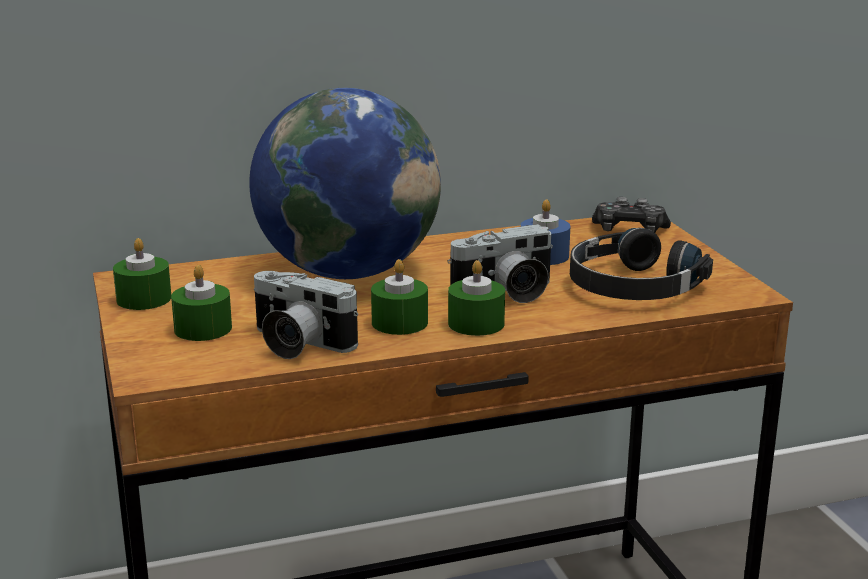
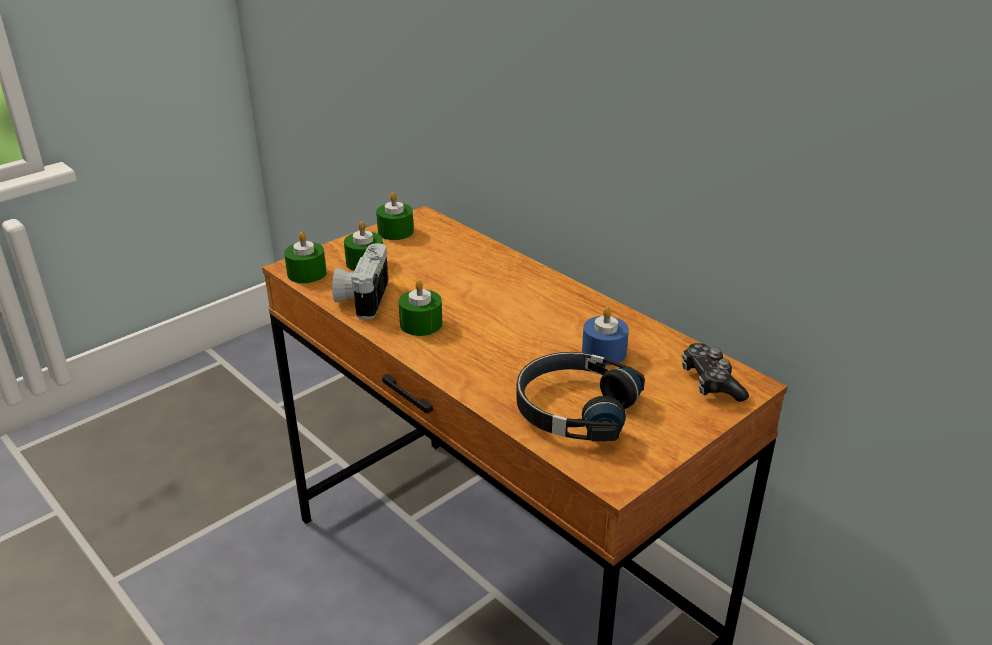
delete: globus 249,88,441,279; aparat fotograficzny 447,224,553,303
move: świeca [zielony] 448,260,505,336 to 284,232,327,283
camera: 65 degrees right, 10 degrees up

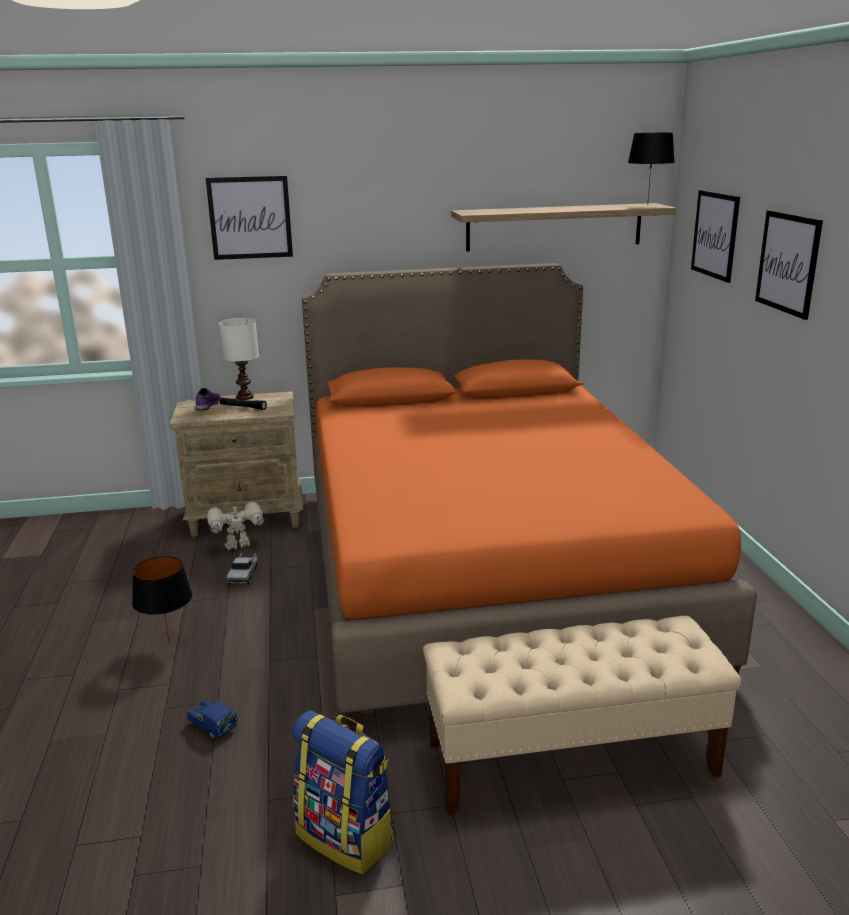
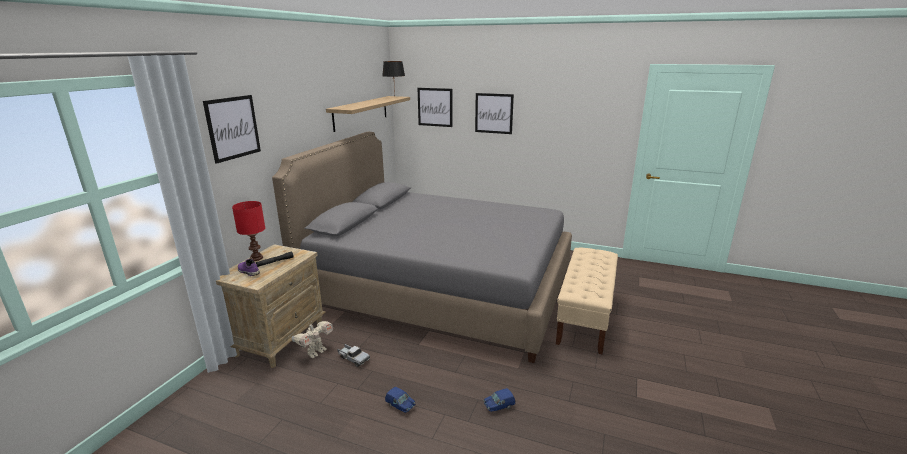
delete: plecak 293,710,394,874
replace: lampa stołowa [czarny] 132,556,192,644 to samochodzik [niebieski] 385,387,415,413
recolor: lampa stołowa [biały] 219,318,259,400 to lampa stołowa [czerwony] 232,201,265,261; łóżko [pomarańczowy] 302,263,757,731 to łóżko [szary] 272,132,572,363
rotate: robot zabawkowy 207,501,265,550 = 292,321,333,358 150 degrees counterclockwise
camera: 60 degrees left, 0 degrees up

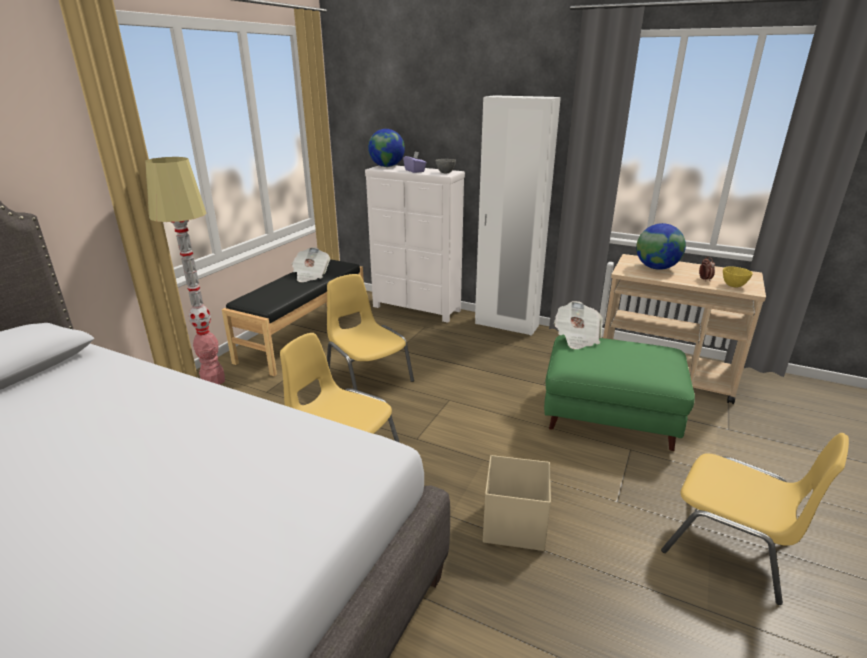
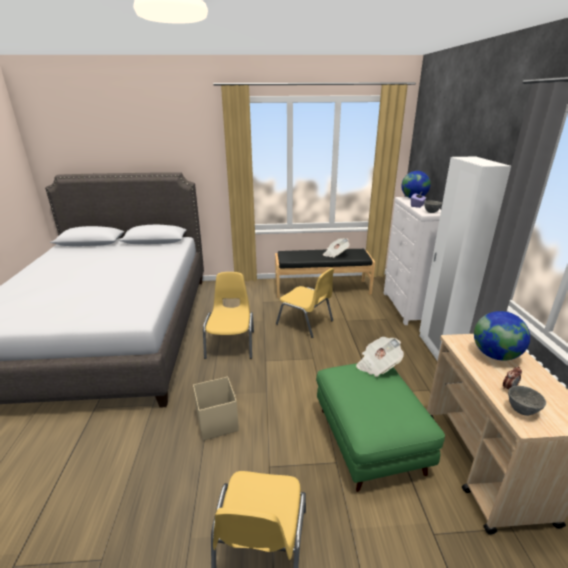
delete: lampa stojąca 145,157,225,385
recolor: miska [żółty] 723,266,753,288 to miska [szary] 508,386,546,416
rotate: krzesło [żółty] 327,274,414,390 = 276,268,334,338 105 degrees clockwise
camera: 60 degrees right, 0 degrees up

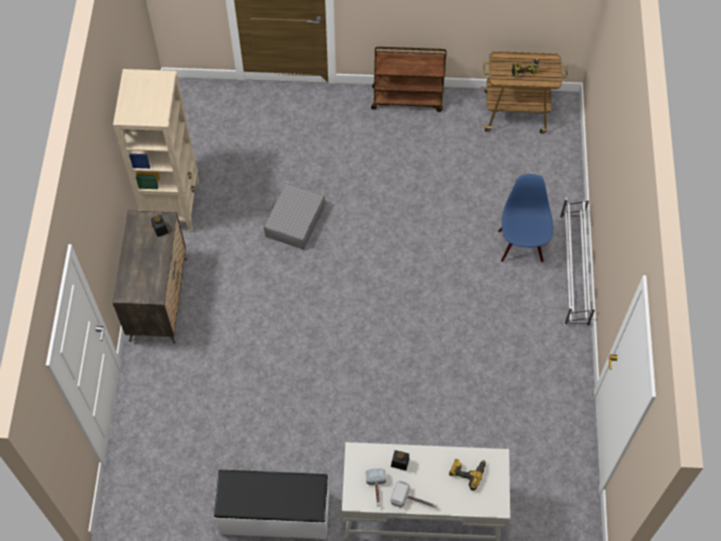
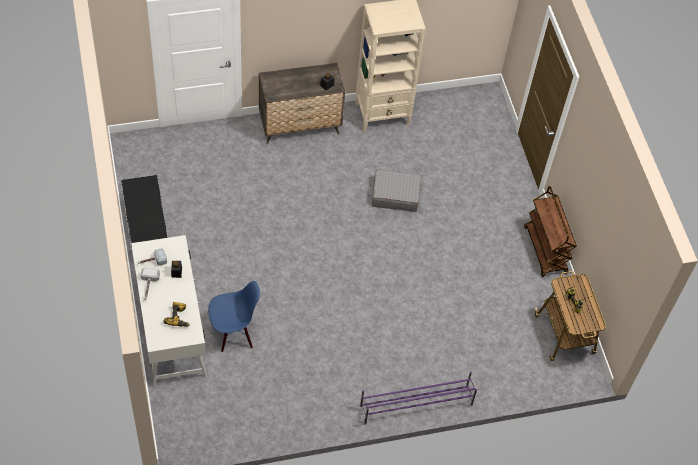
move: krzesło [niebieski] 498,174,553,263 to 208,281,260,352
recolor: regał na buty [biały] 560,198,595,327 to regał na buty [fioletowy] 360,371,477,425
camera: 70 degrees right, 5 degrees down

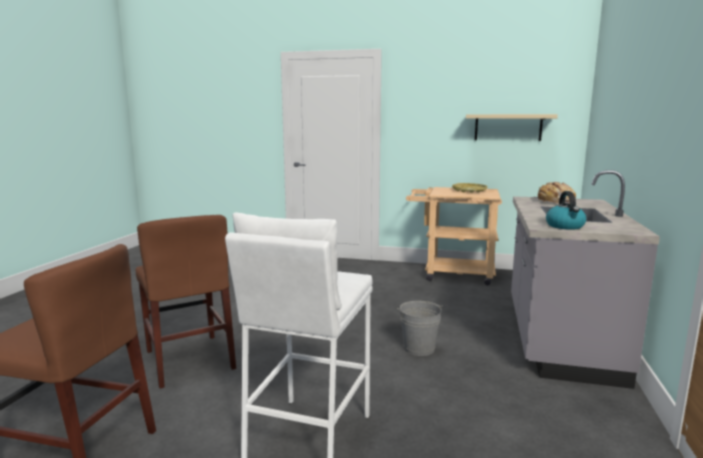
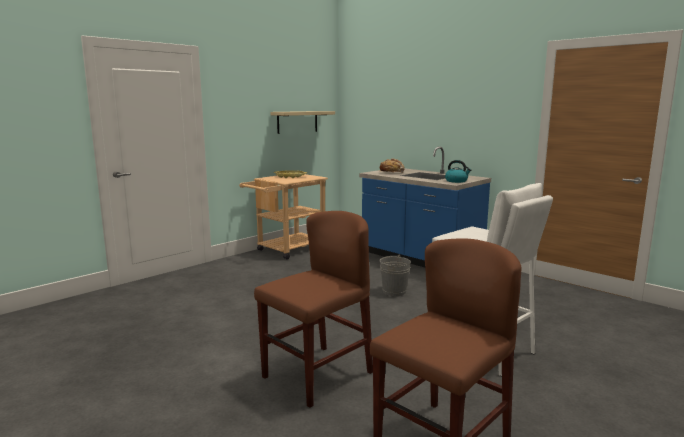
recolor: zabudowa kuchenna [szary] 511,170,660,389 to zabudowa kuchenna [niebieski] 359,146,491,267
rotate: krzesło [brązowy] 136,215,236,389 = 254,211,373,408 45 degrees counterclockwise
camera: 60 degrees left, 0 degrees up

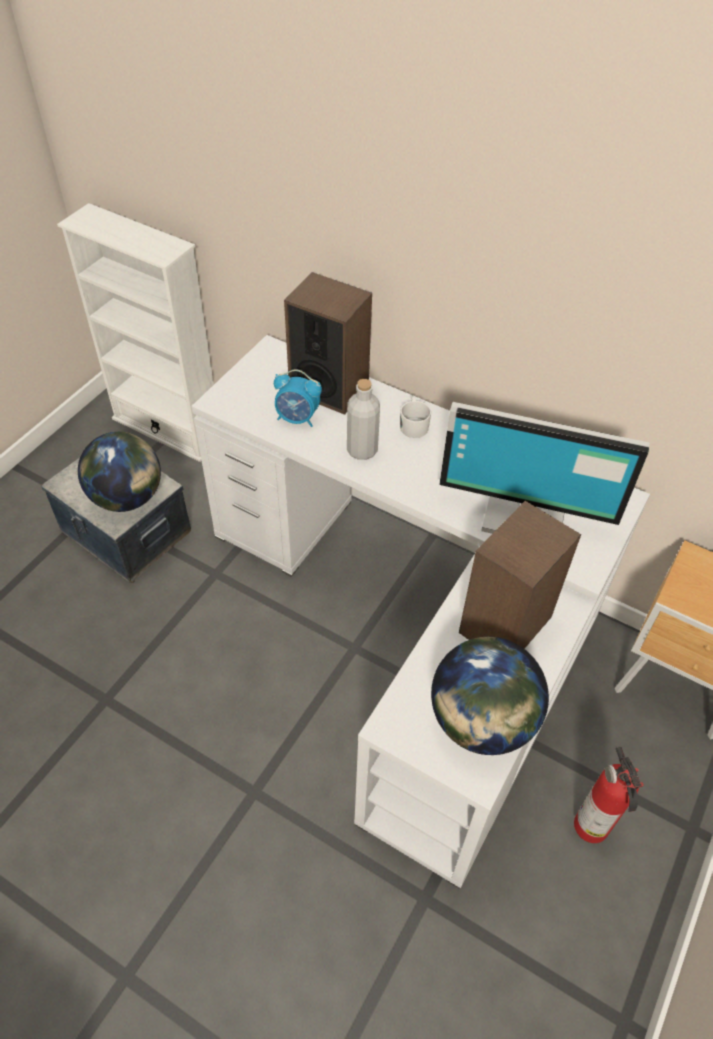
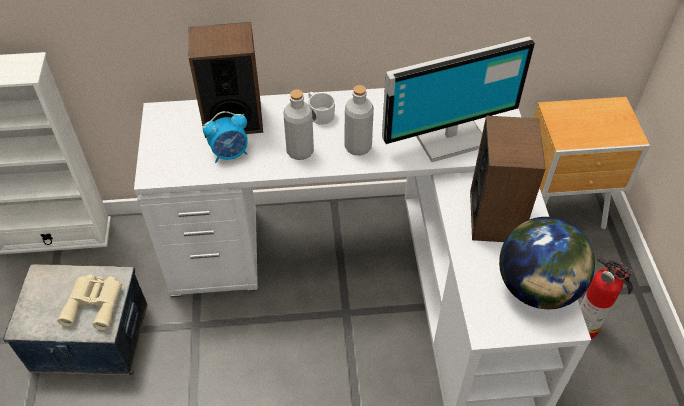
insert: butelka [szary] 345,85,374,156
replace: globus 78,432,161,512 to lornetka [beżowy] 57,274,122,330
camera: 35 degrees left, 0 degrees up

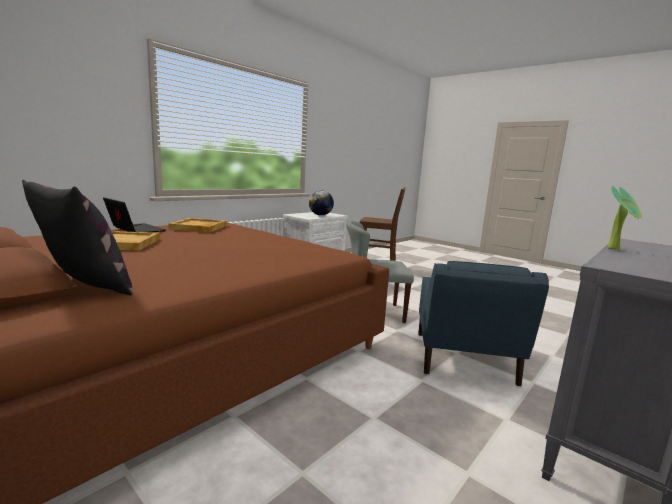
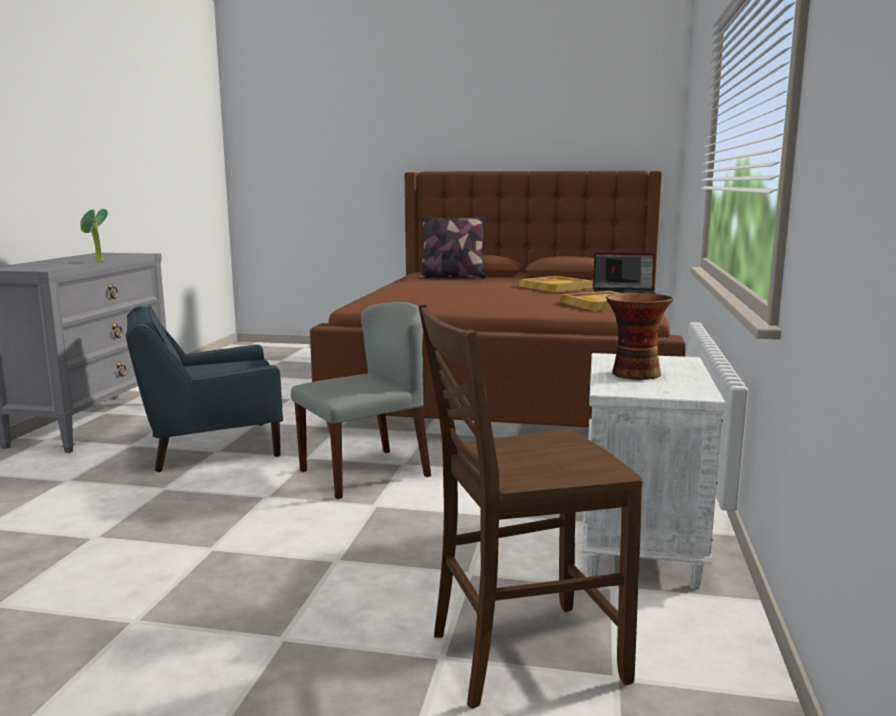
replace: globus 309,190,334,216 to wazon 606,293,673,380
rotate: fotel [niebieski] 418,261,549,387 = 125,306,283,472 90 degrees counterclockwise
camera: 150 degrees right, 0 degrees up

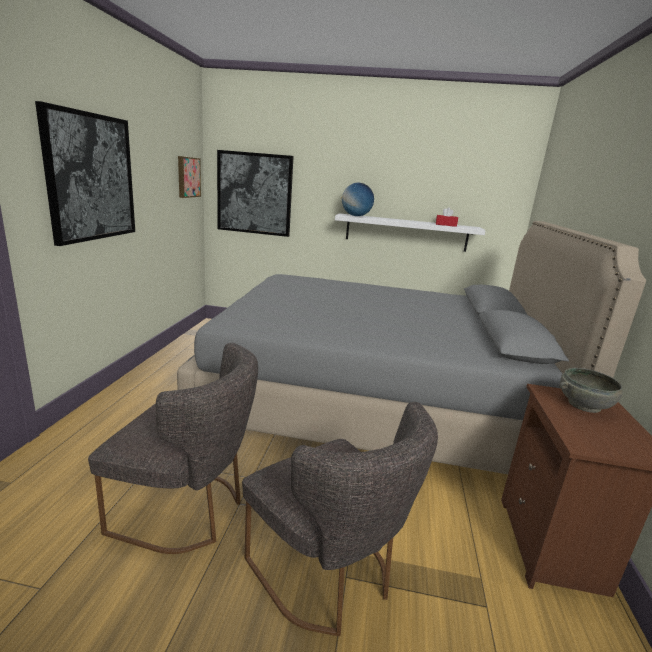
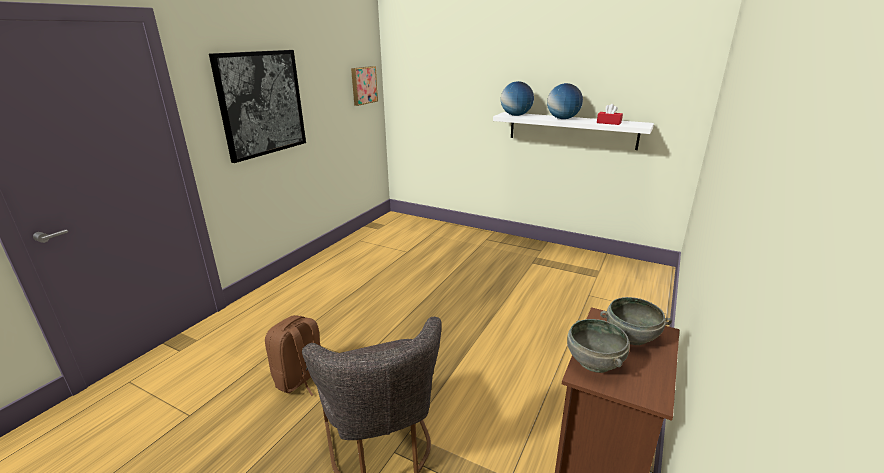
delete: łóżko [szary] 177,221,646,474; obraz 217,150,294,237
insert: globus 547,83,583,119; miska [szary] 567,319,630,373
replace: krzesło [szary] 88,343,258,554 to plecak [brązowy] 265,315,321,396
camera: 20 degrees right, 5 degrees up

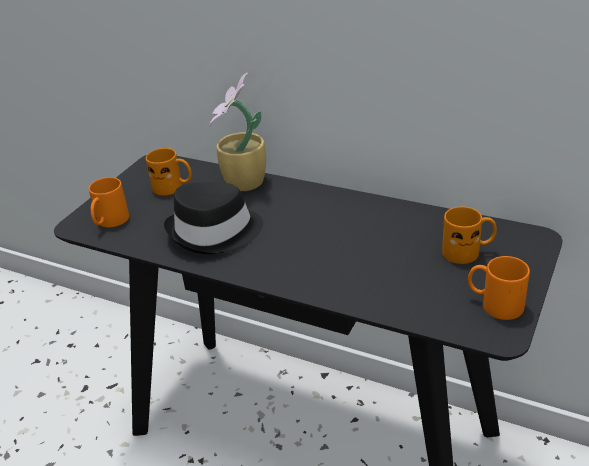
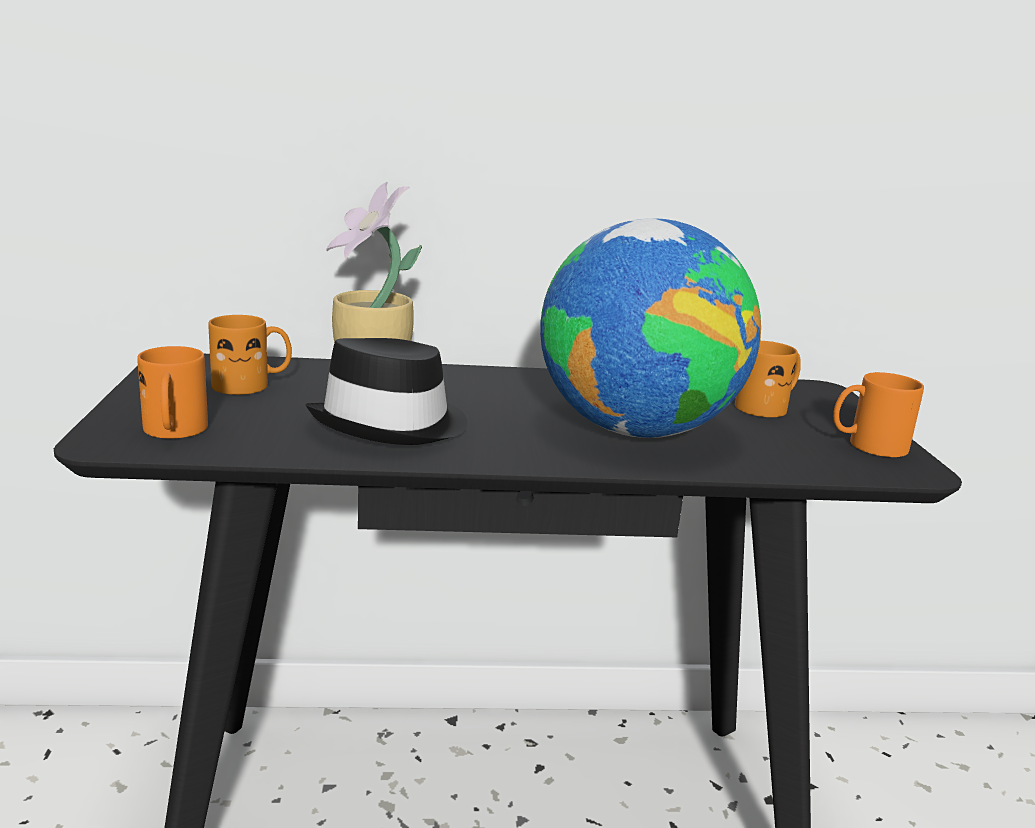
insert: globus 540,218,761,438
camera: 35 degrees left, 15 degrees down

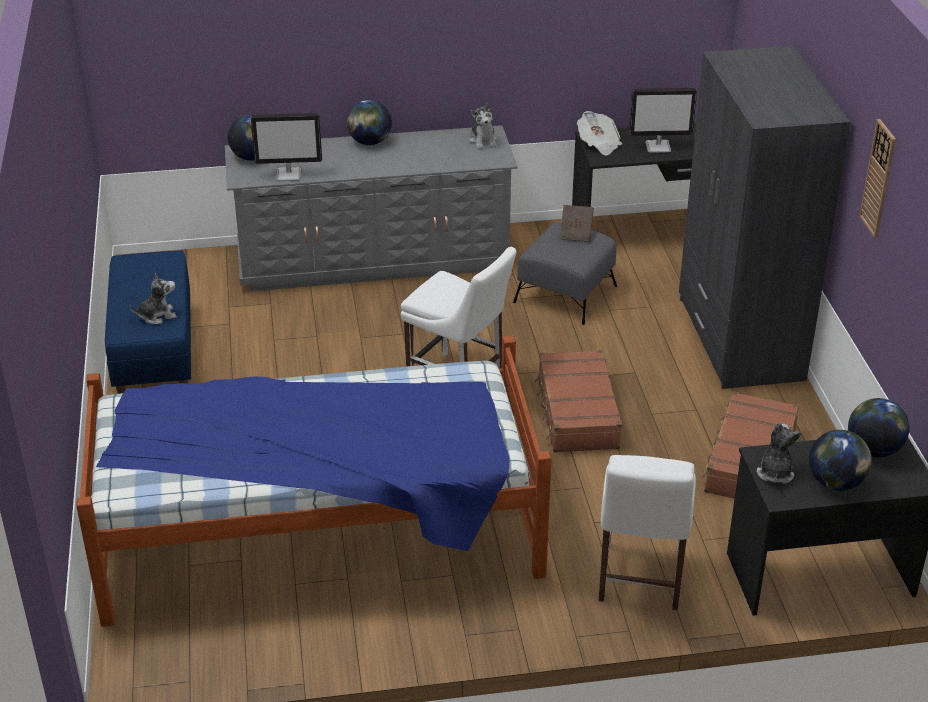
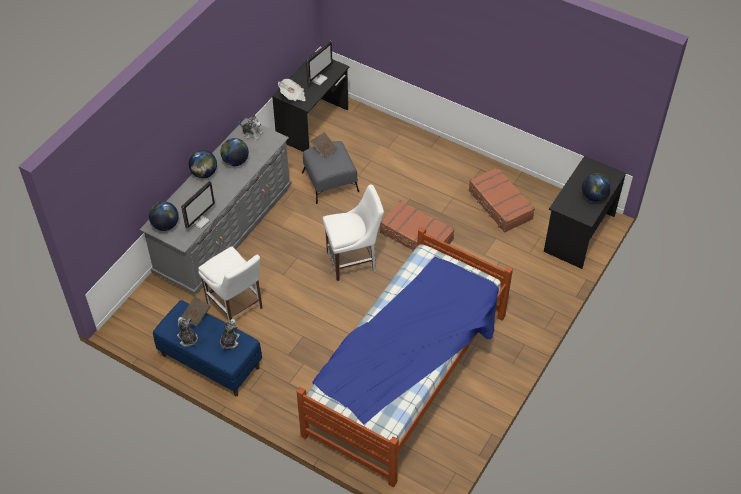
delete: szafa [szary] 679,46,851,389; zegar ścienny 859,119,896,238
insert: książka [brązowy] 181,296,211,327
move: krzesło [biały] 598,455,696,610 to 198,246,263,321; pluszak 757,423,802,484 to 177,317,198,347; globus 848,398,909,457 to 220,138,249,166
camera: 50 degrees left, 15 degrees up

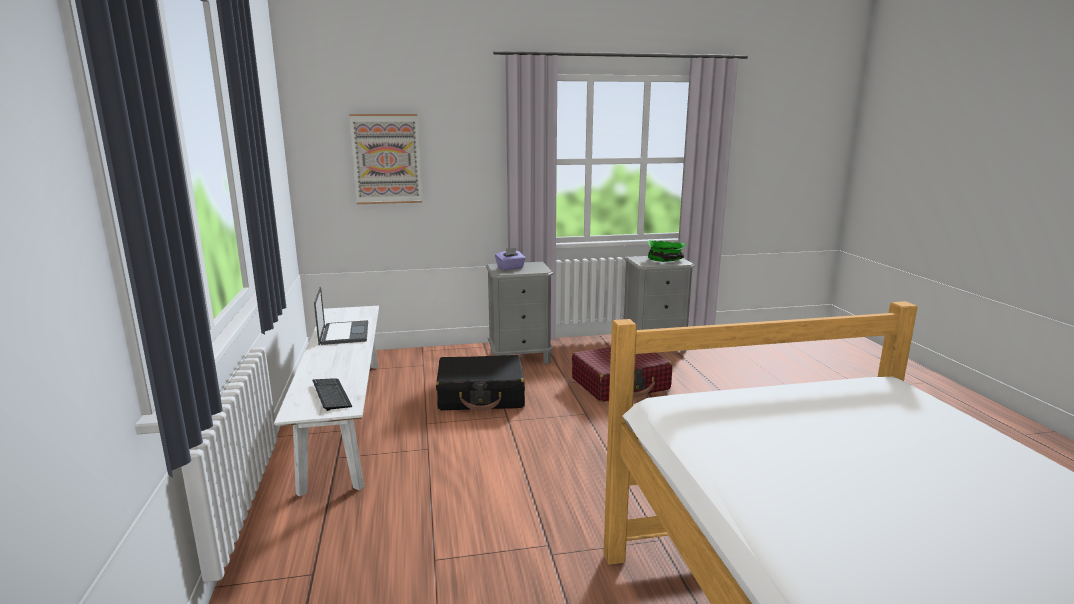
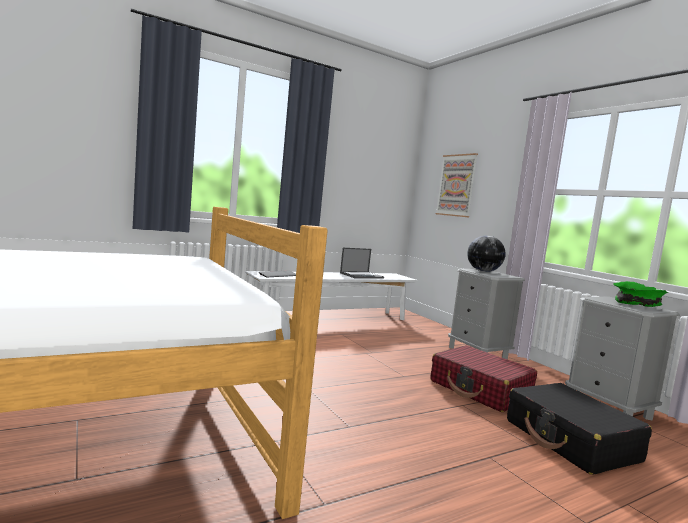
move: walizka [czarny] 436,355,525,412 to 507,383,652,475
replace: pudełko chusteczek [fioletowy] 495,248,526,270 to globus 467,236,506,272
camera: 70 degrees right, 10 degrees down

